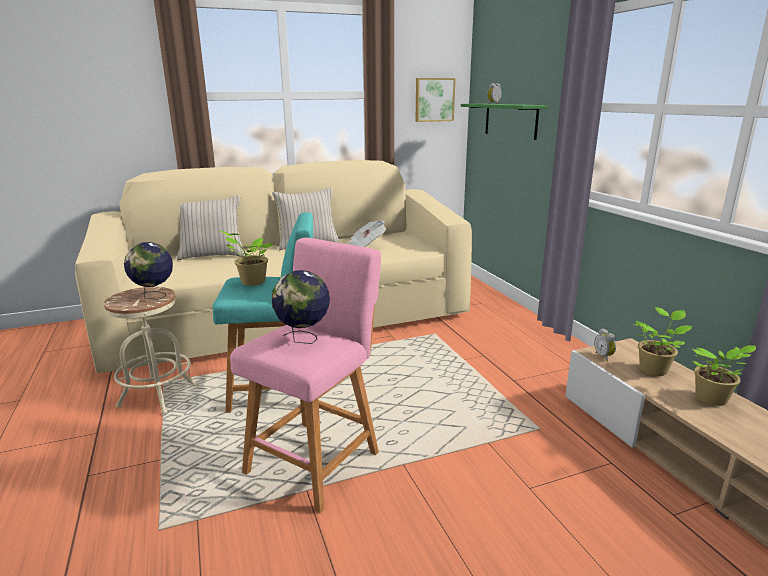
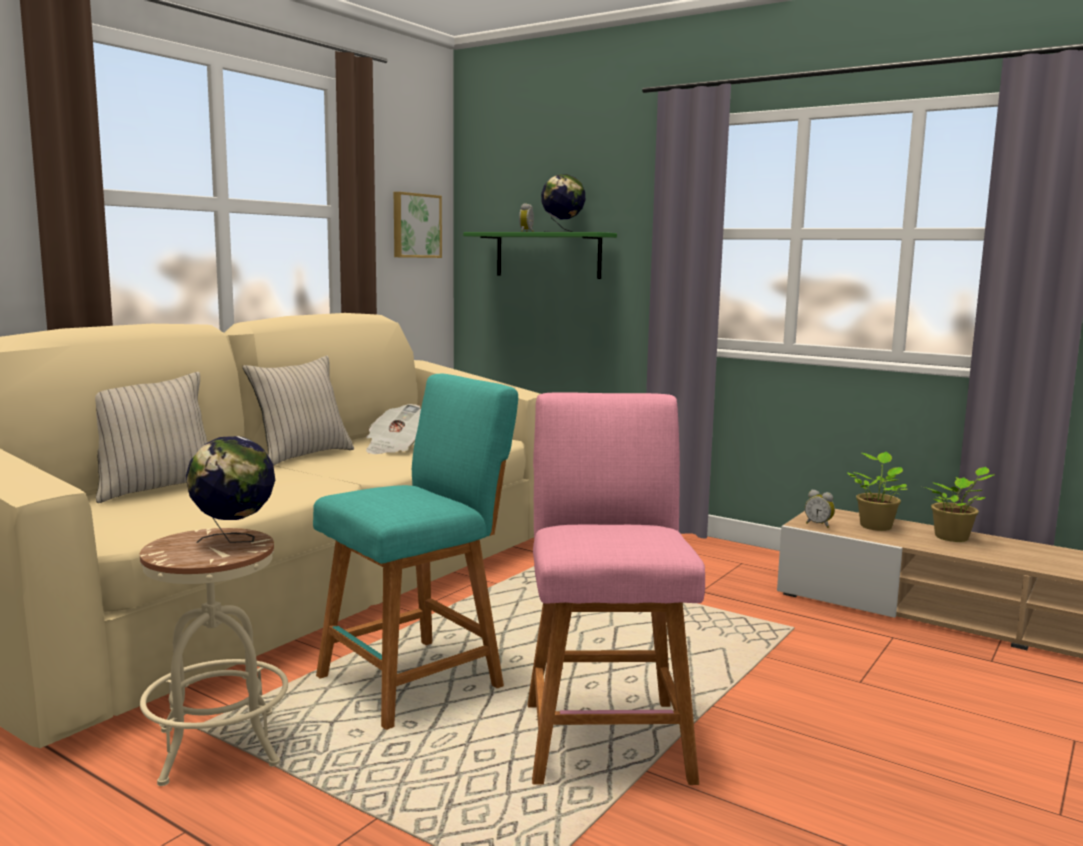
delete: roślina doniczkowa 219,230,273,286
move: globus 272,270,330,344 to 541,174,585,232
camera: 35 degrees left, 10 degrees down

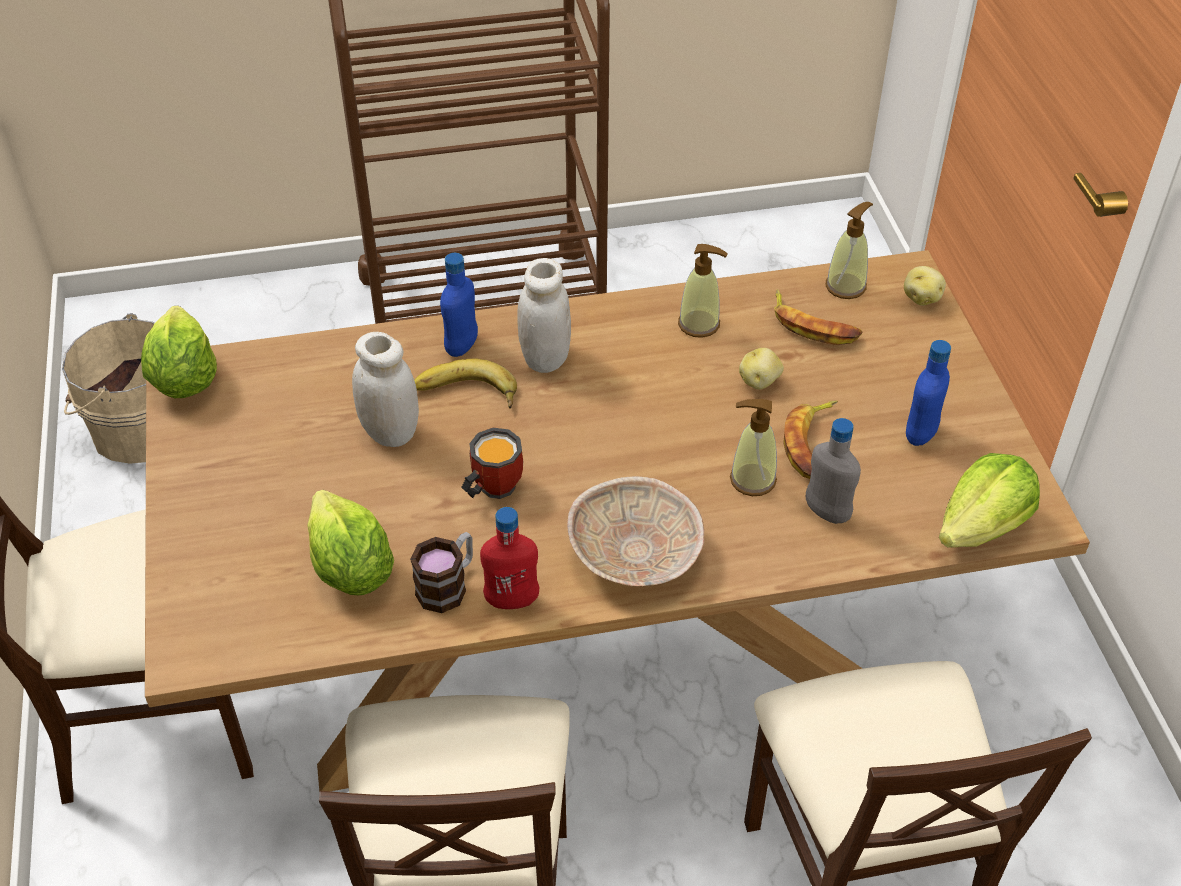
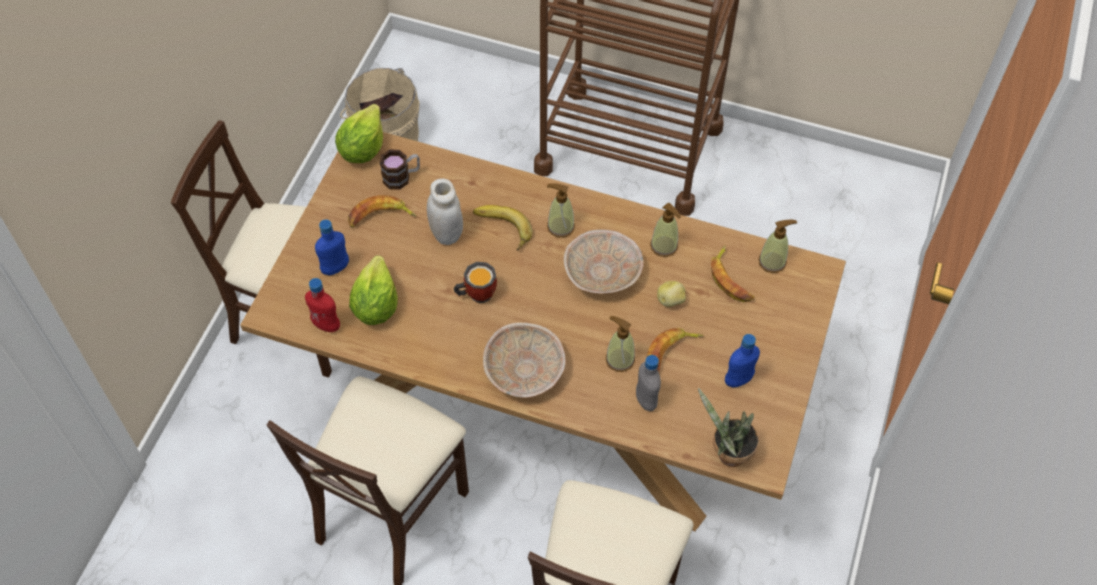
delete: ziemniak 904,266,946,306
insert: banan 348,195,416,228; miska [beżowy] 563,229,644,294
move: kubek 410,532,473,613 to 380,150,420,189; butelka [niebieski] 440,253,478,357 to 315,219,349,275; butelka [czerwony] 480,507,539,609 to 305,278,340,332
replace: słoik [biały] 517,258,571,373 to dozownik mydła 547,183,575,238; sałata 939,453,1040,548 to roślina doniczkowa 698,388,759,467
camera: 30 degrees right, 10 degrees up

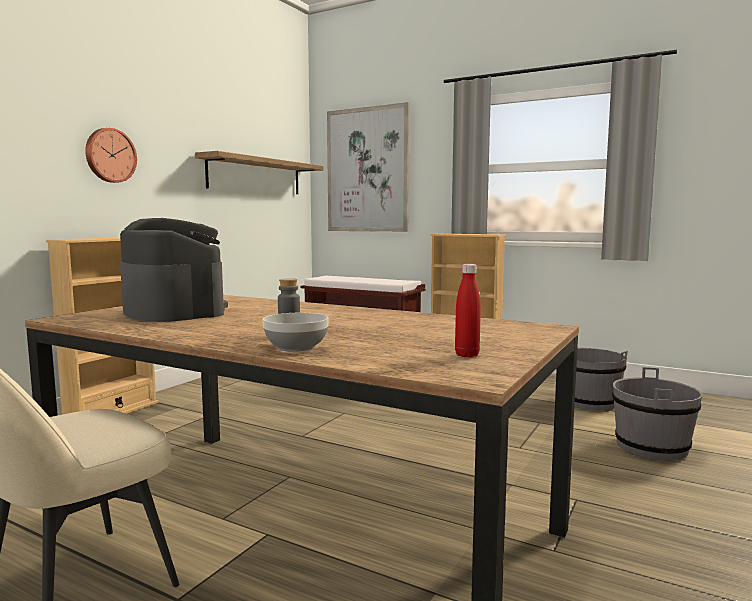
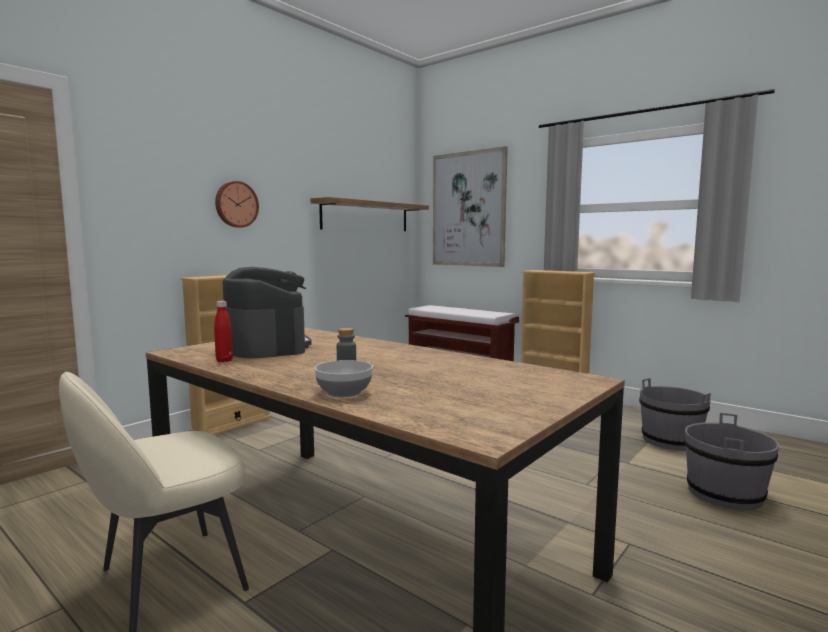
move: butelka [czerwony] 455,264,481,357 to 214,301,233,362
camera: 10 degrees right, 0 degrees up

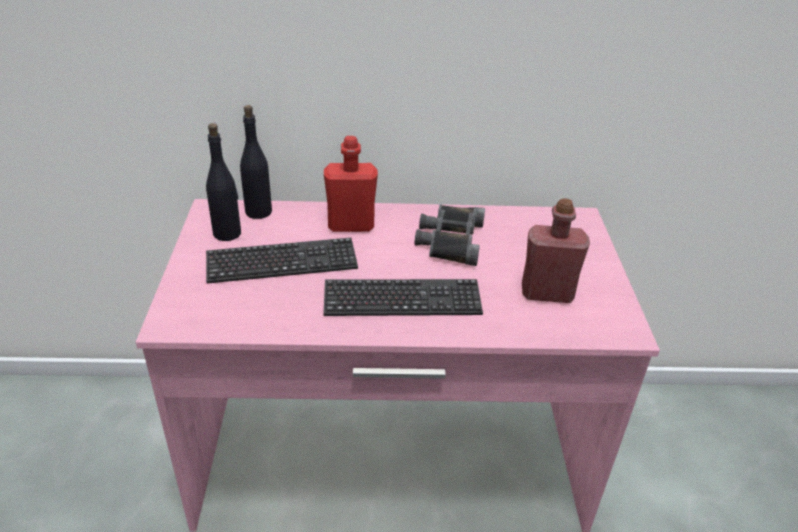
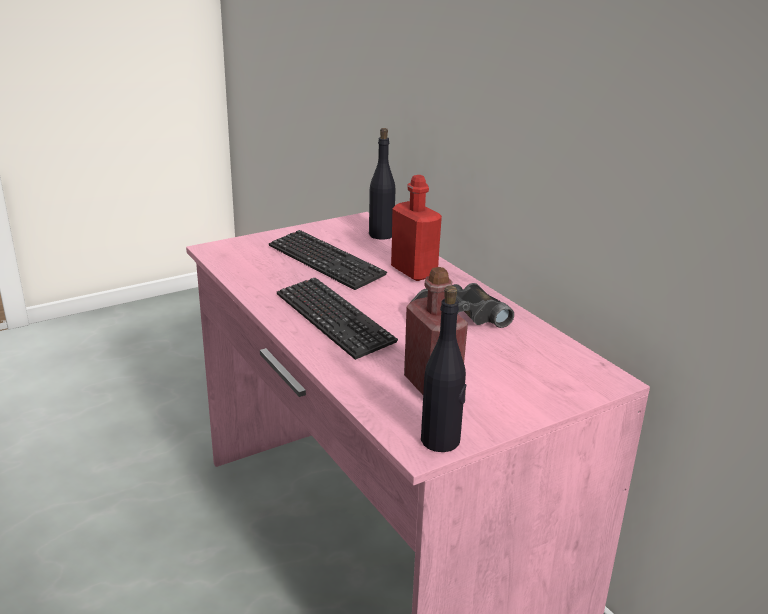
move: butelka [czarny] 206,123,241,241 to 421,286,466,452
camera: 60 degrees right, 10 degrees down

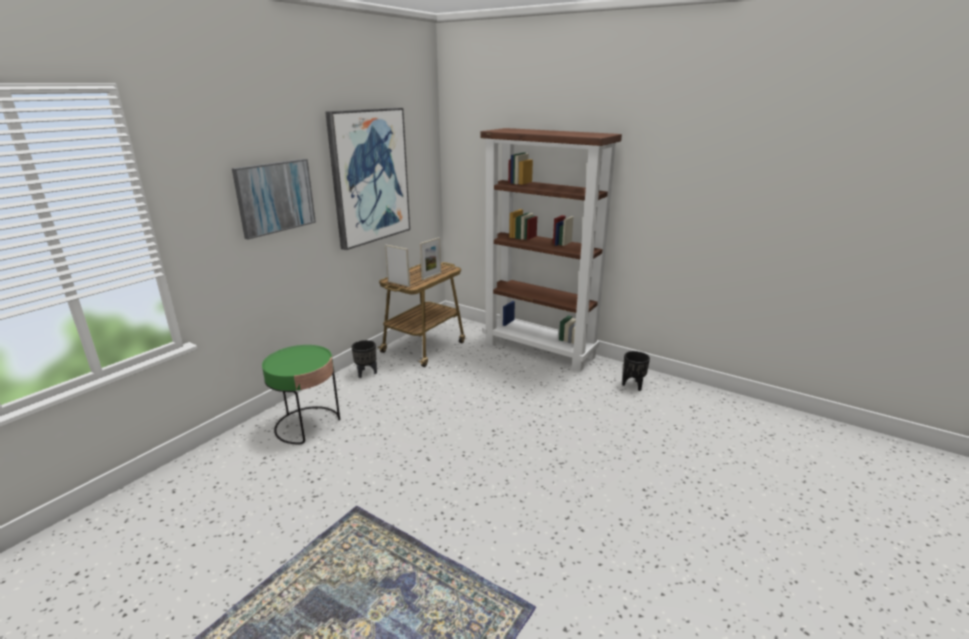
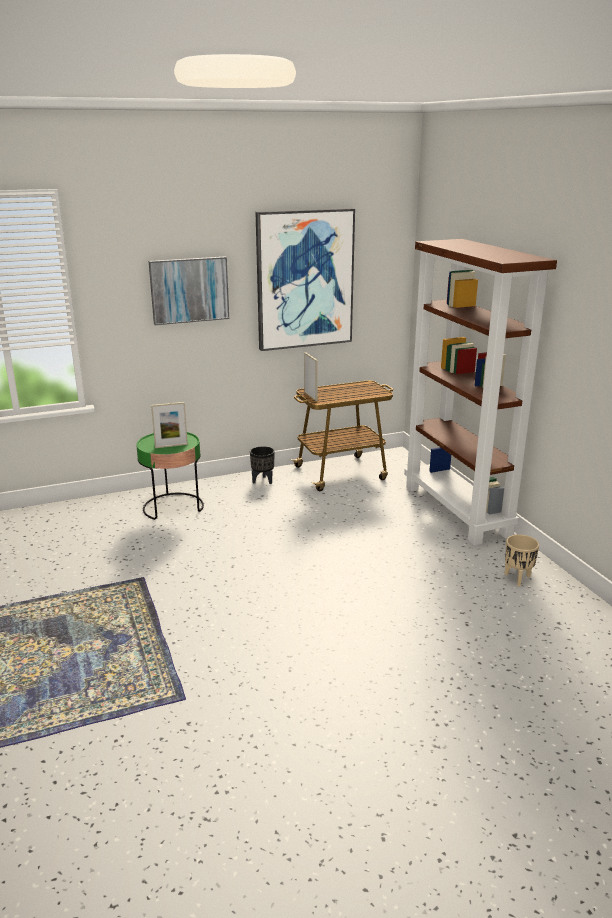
move: ramka na zdjęcie 420,238,441,280 to 151,402,188,448
recolor: donica [czarny] 622,351,650,391 to donica [beżowy] 505,534,539,586
camera: 35 degrees right, 0 degrees up

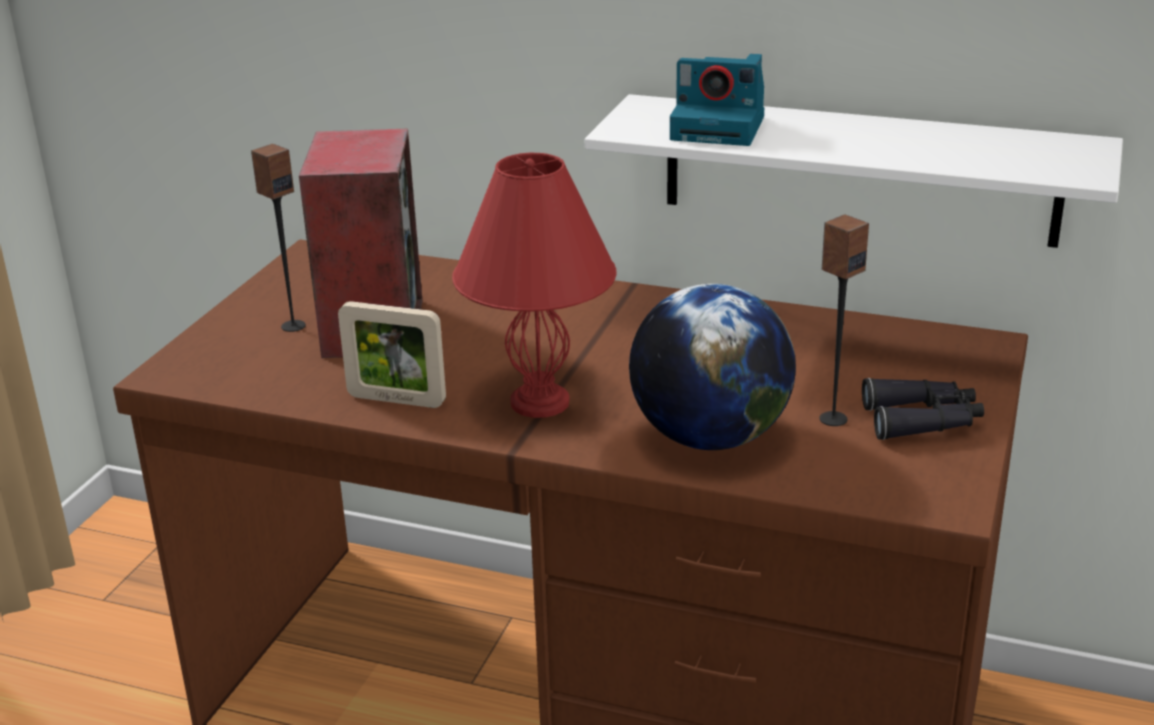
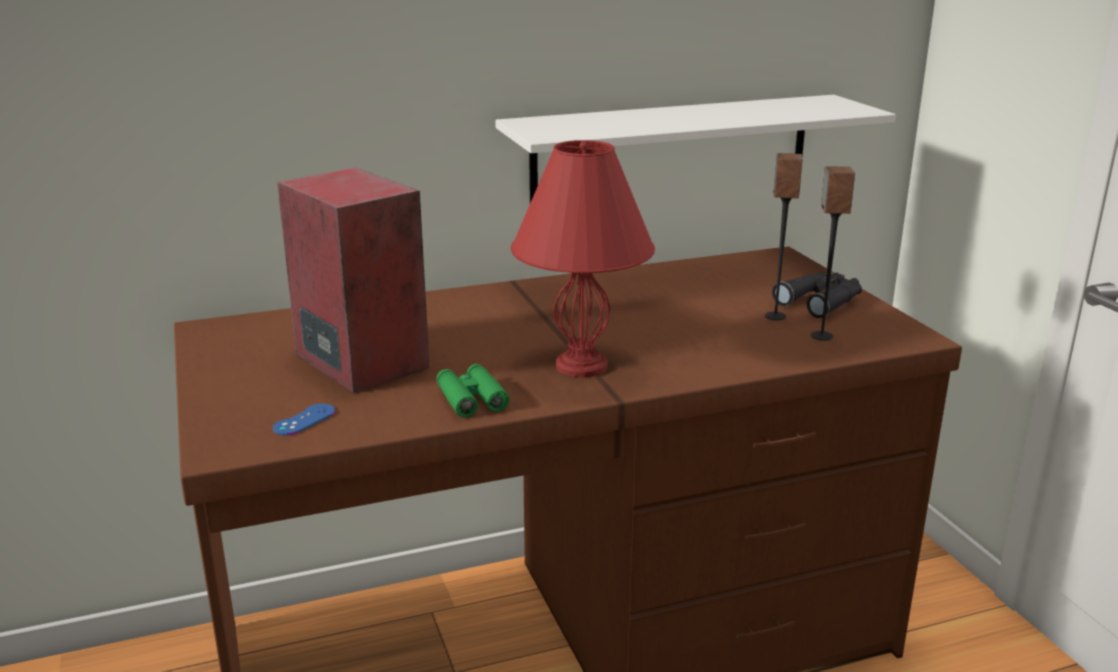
delete: globus 629,284,796,450; aparat fotograficzny 670,54,764,146
insert: pad do gier [niebieski] 273,404,335,435
move: głośnik 251,144,306,332 to 811,166,855,341
replace: ramka na zdjęcie 338,301,446,408 to lornetka [zielony] 436,364,509,418
camera: 40 degrees left, 5 degrees down

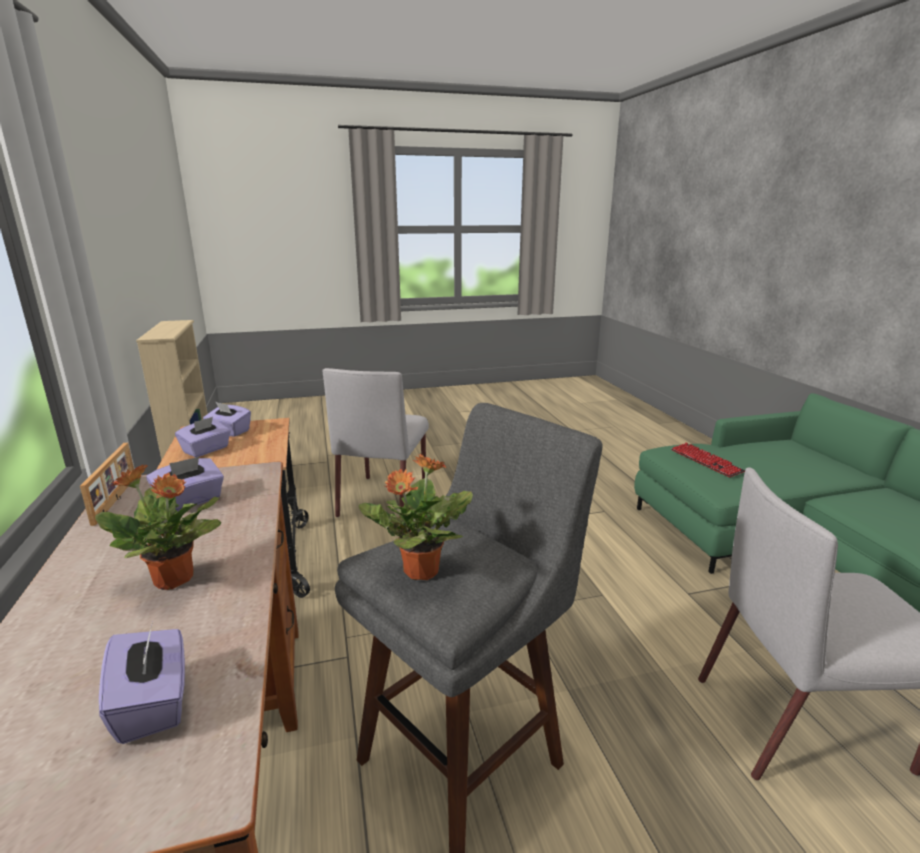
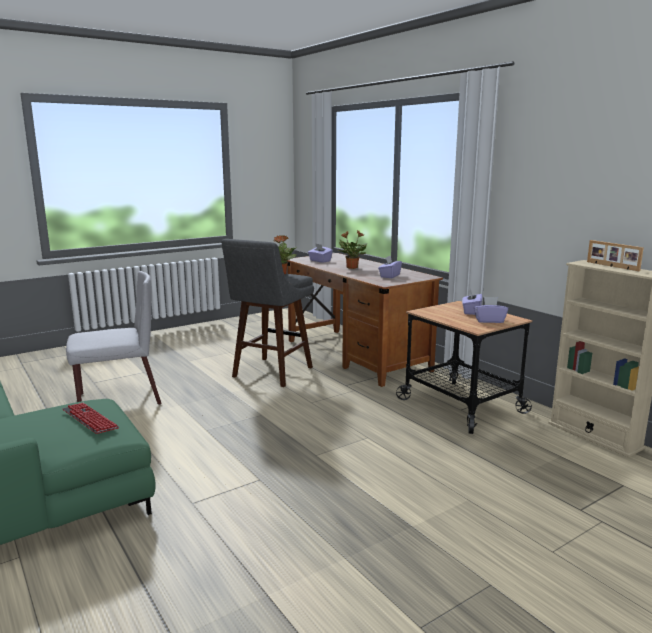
delete: krzesło [szary] 323,368,429,518
move: ramka na zdjęcie 80,443,134,526 to 587,240,644,271
camera: 160 degrees right, 5 degrees down

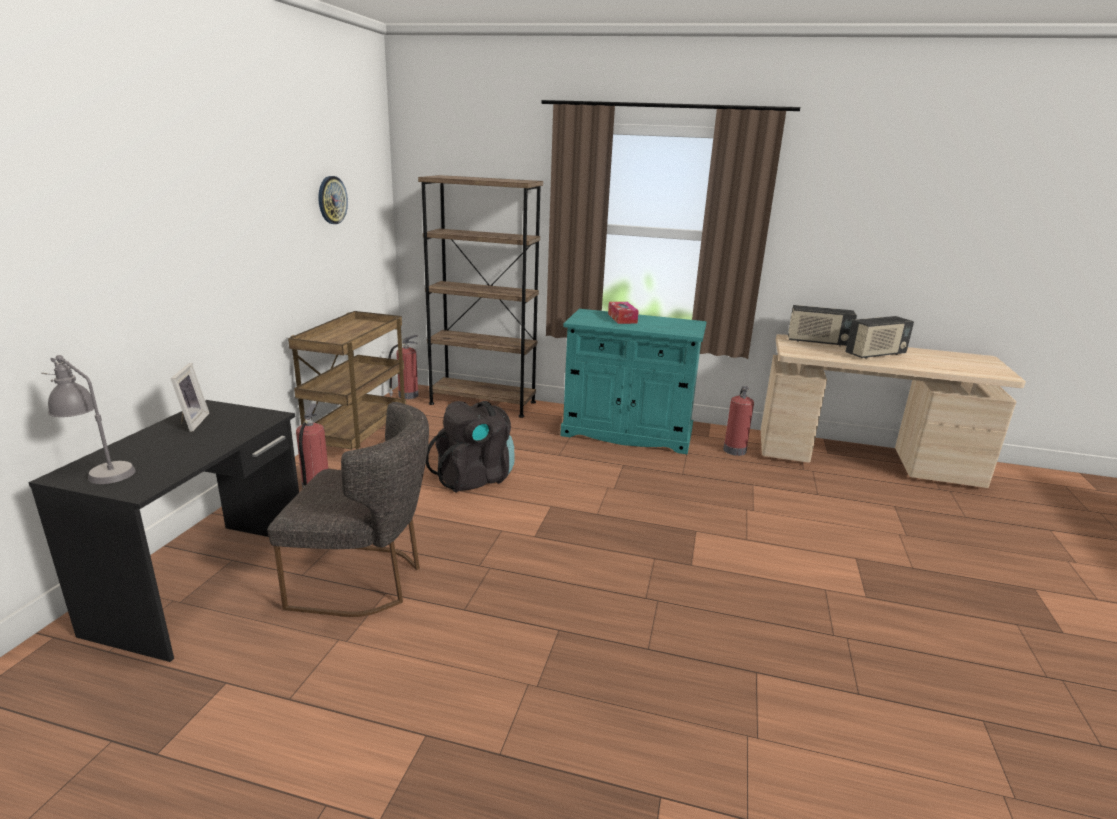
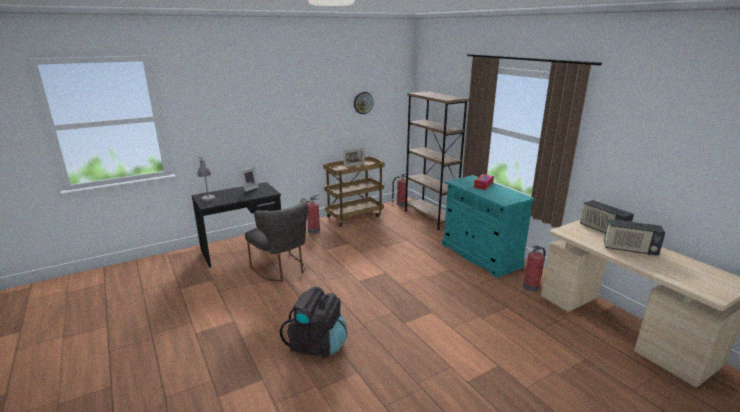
insert: ramka na zdjęcie 344,148,365,167
move: plecak [czarny] 426,401,515,493 to 280,287,347,358
camera: 45 degrees right, 0 degrees up

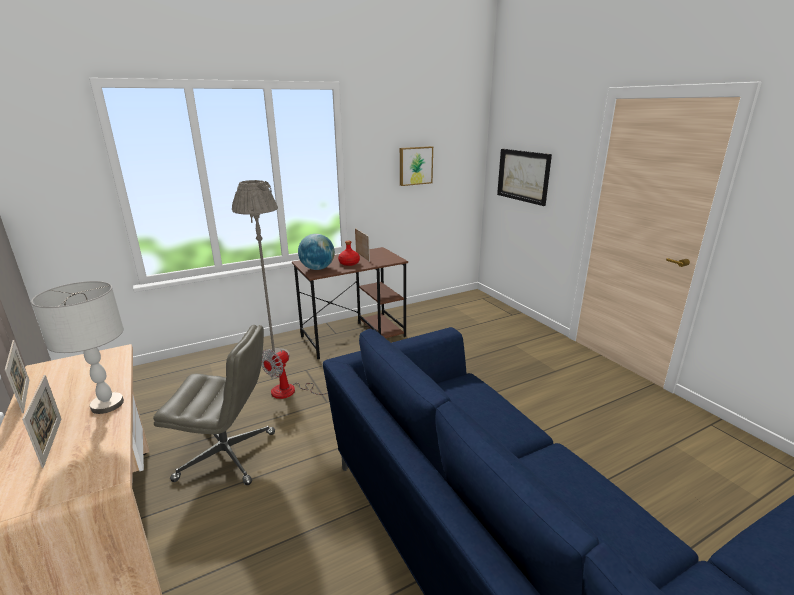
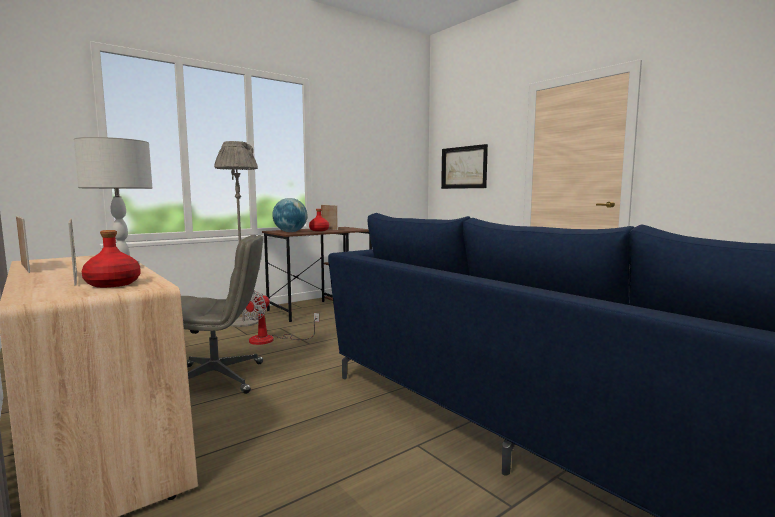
delete: obraz 400,146,433,186
insert: butelka [czerwony] 81,230,141,288
camera: 10 degrees left, 15 degrees down

